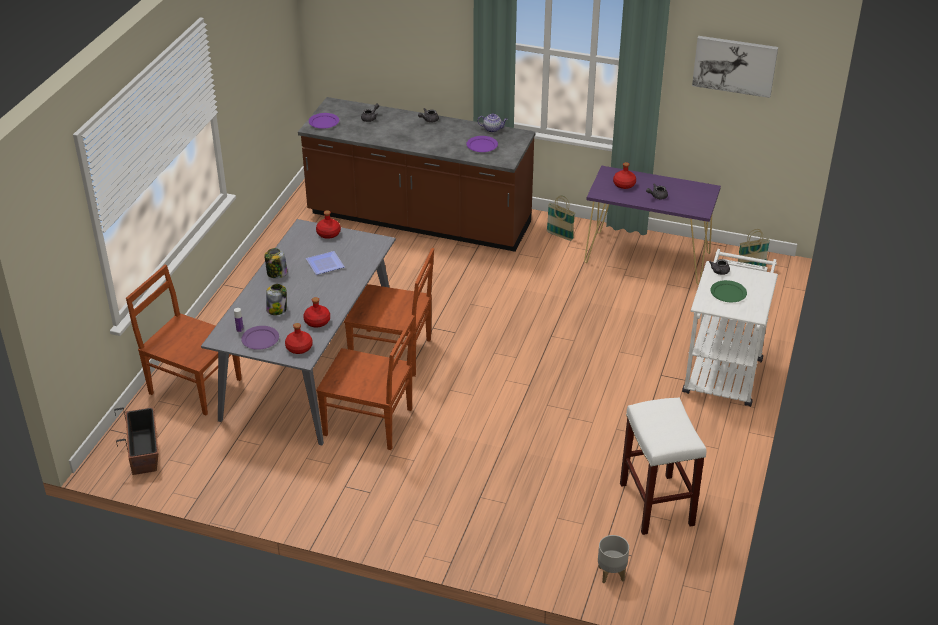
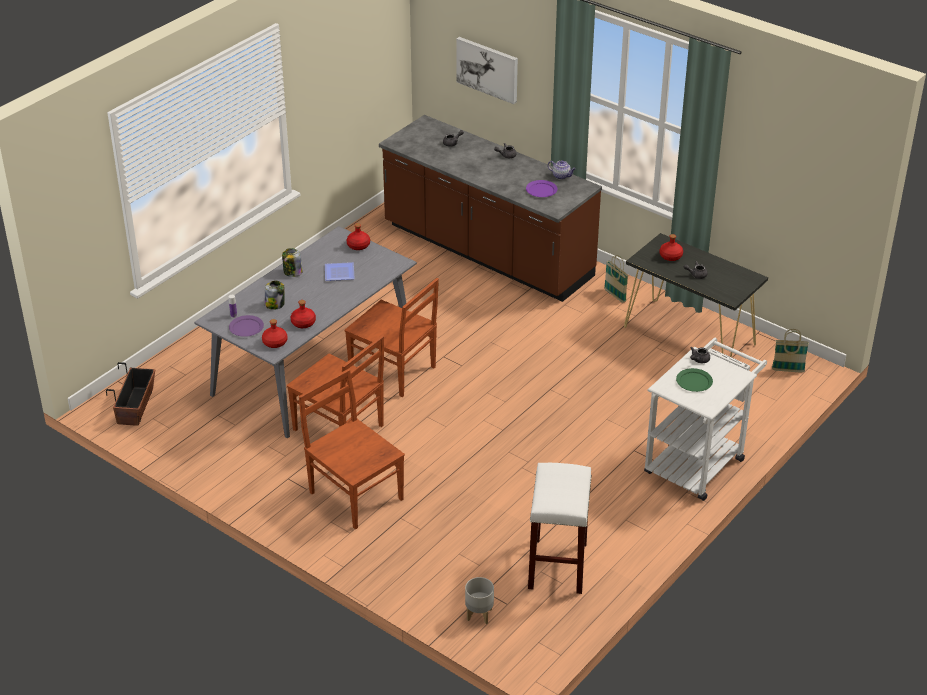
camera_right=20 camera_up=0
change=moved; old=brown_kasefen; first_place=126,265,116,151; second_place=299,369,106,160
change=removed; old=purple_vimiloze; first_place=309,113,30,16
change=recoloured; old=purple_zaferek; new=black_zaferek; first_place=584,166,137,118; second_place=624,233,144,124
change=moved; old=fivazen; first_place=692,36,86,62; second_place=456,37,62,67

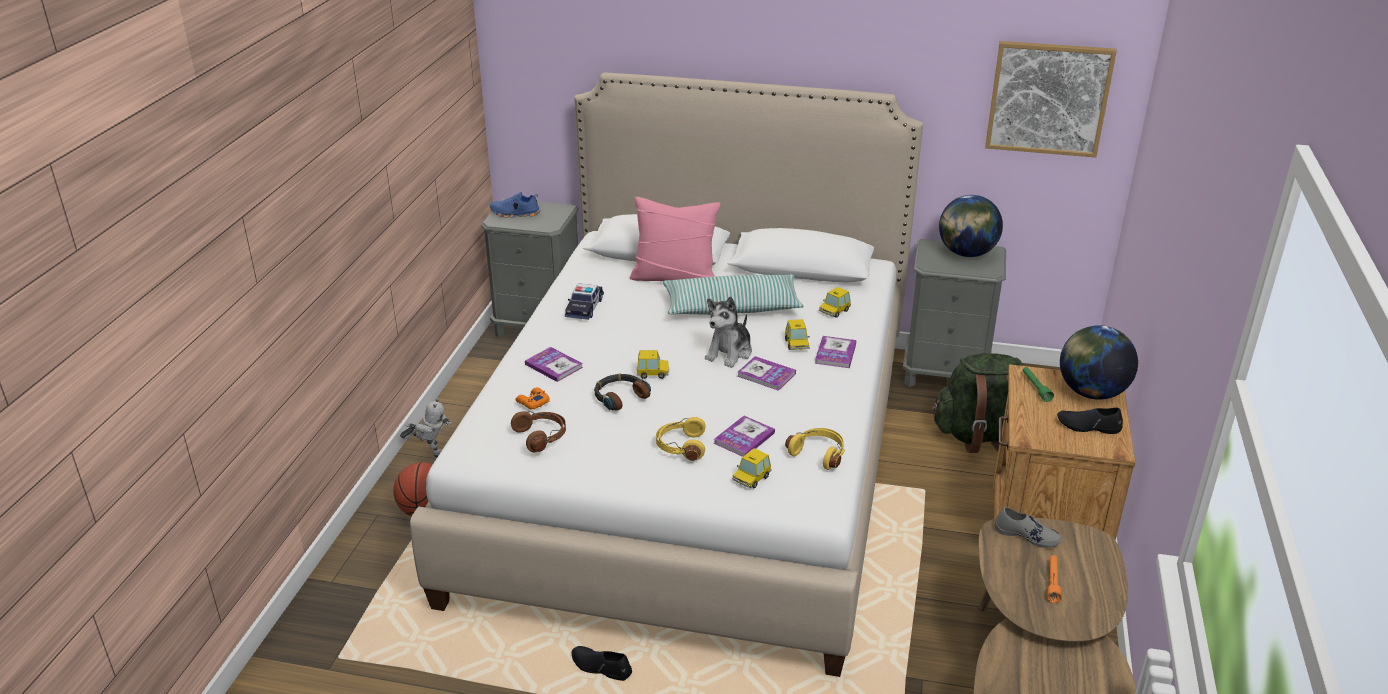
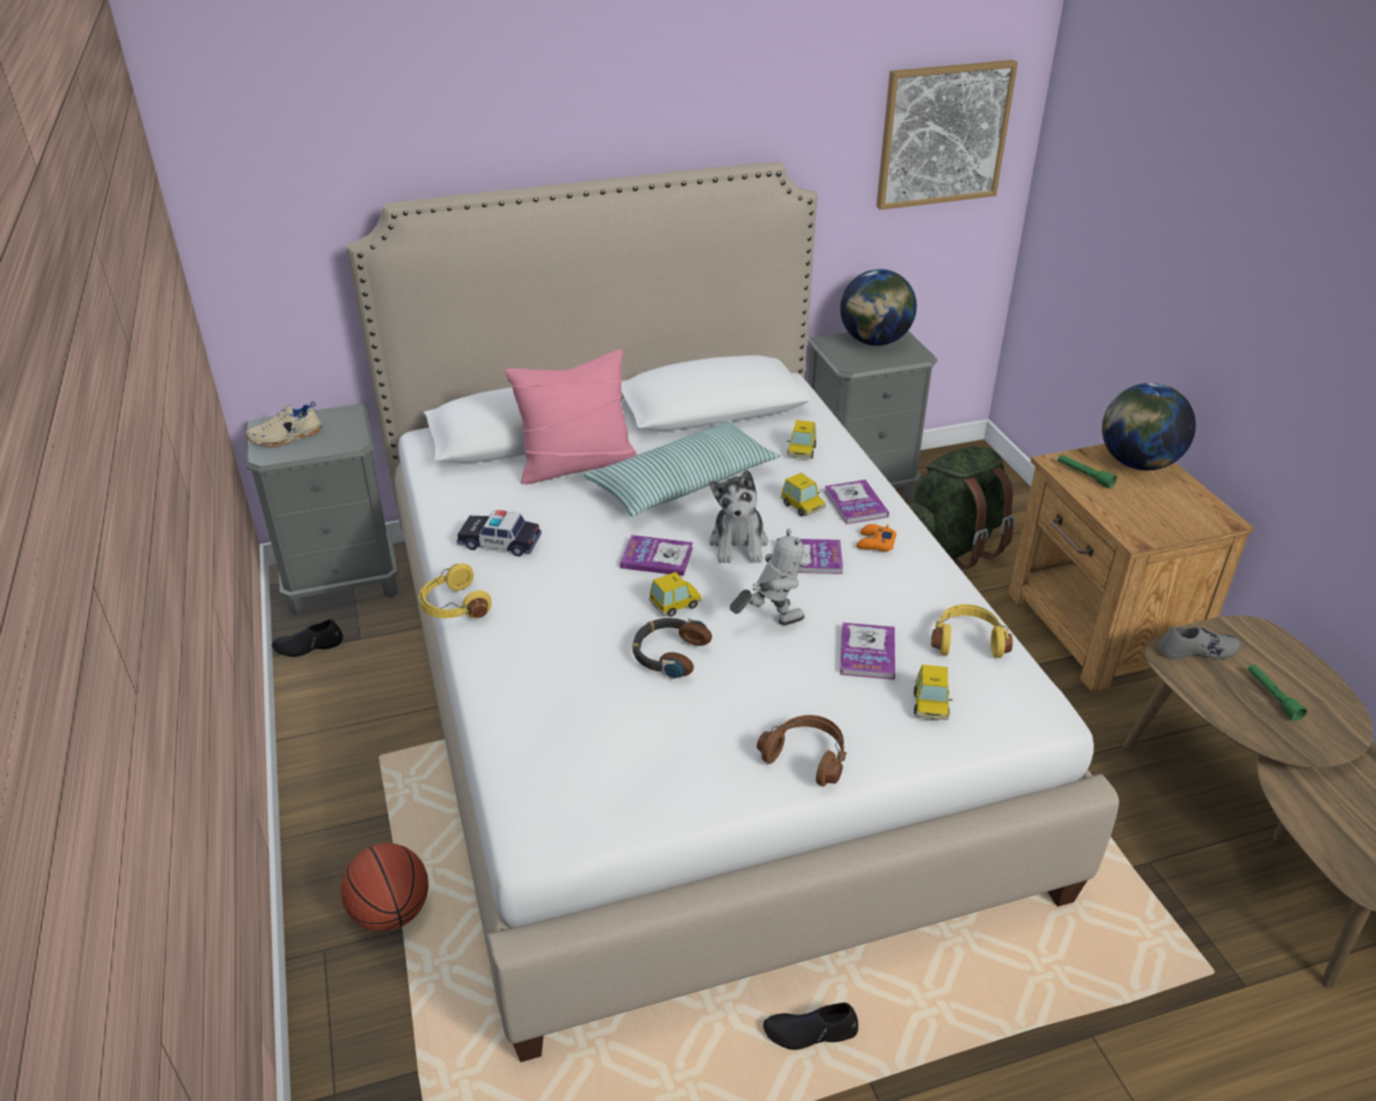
camera_right=-30 camera_up=5
change=moved; old=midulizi; first_place=400,398,52,59; second_place=730,529,77,96
change=recoloured; old=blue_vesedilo; new=beige_vesedilo; first_place=490,192,50,26; second_place=246,401,76,46
change=moved; old=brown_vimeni; first_place=511,411,55,41; second_place=757,715,90,71
change=moved; old=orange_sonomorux; first_place=516,387,34,22; second_place=856,524,41,27
change=moved; old=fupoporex; first_place=525,347,58,35; second_place=620,535,73,41
change=turned; old=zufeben; first_place=565,283,39,37; second_place=457,510,85,47; degrees=120
change=moved; old=yellow_vimeni; first_place=656,417,50,44; second_place=419,563,73,55
change=recoloured; old=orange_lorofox; new=green_lorofox; first_place=1047,555,15,48; second_place=1248,664,59,57
change=moved; old=black_vesedilo; first_place=1057,408,66,26; second_place=272,619,71,38

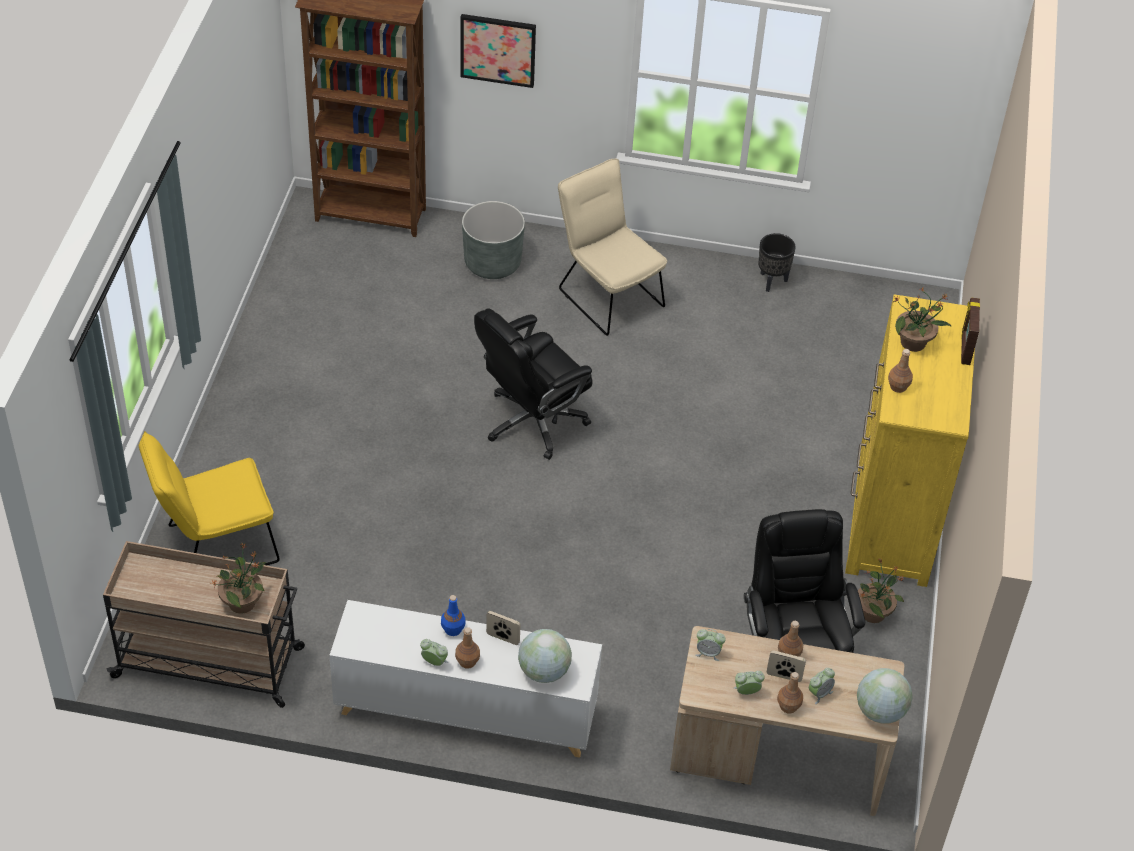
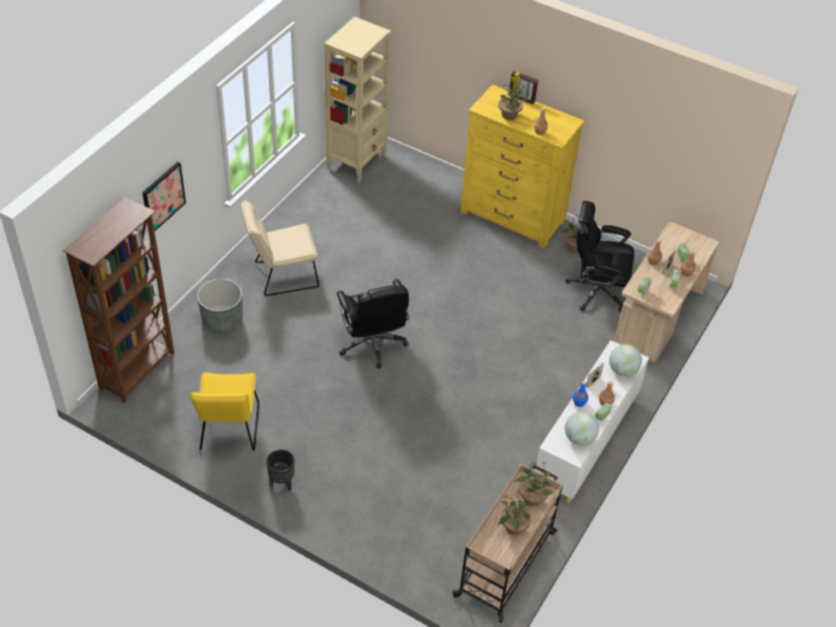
camera_right=-70 camera_up=0
change=moved; old=yellow_kasefen; first_place=138,431,142,134; second_place=189,372,70,79
change=moved; old=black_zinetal; first_place=758,233,37,59; second_place=266,449,29,42
change=moved; old=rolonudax; first_place=857,668,56,56; second_place=565,411,34,35
change=added; new=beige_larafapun; second_place=324,17,67,166
change=added; new=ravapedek; second_place=498,490,39,45

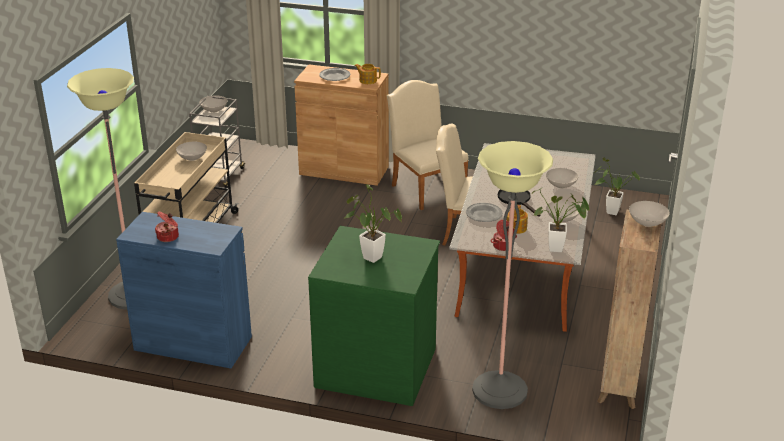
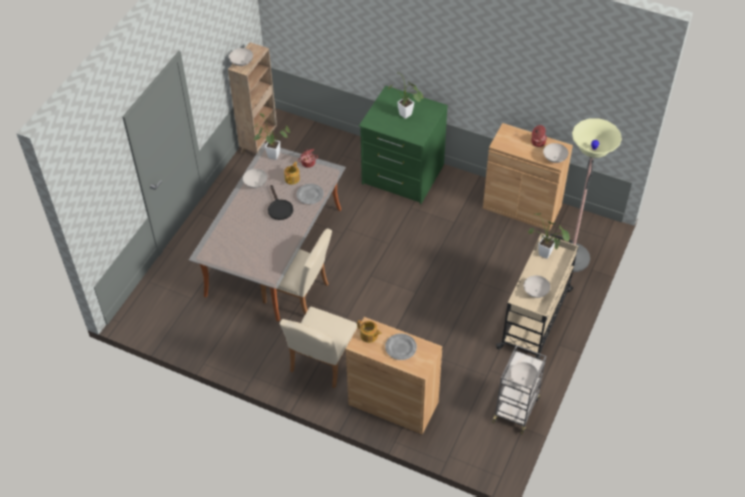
camera_right=-170 camera_up=20
change=recoloured; old=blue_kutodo; new=brown_kutodo; first_place=116,212,136,157; second_place=483,123,90,108
change=turned; old=beige_kasefen; first_place=387,80,82,130; second_place=280,307,78,81; degrees=45
change=removed; old=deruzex; first_place=472,141,81,268
change=moved; old=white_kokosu; first_place=546,168,32,20; second_place=543,143,26,20
change=moved; old=ravapedek; first_place=594,157,46,58; second_place=528,213,42,46

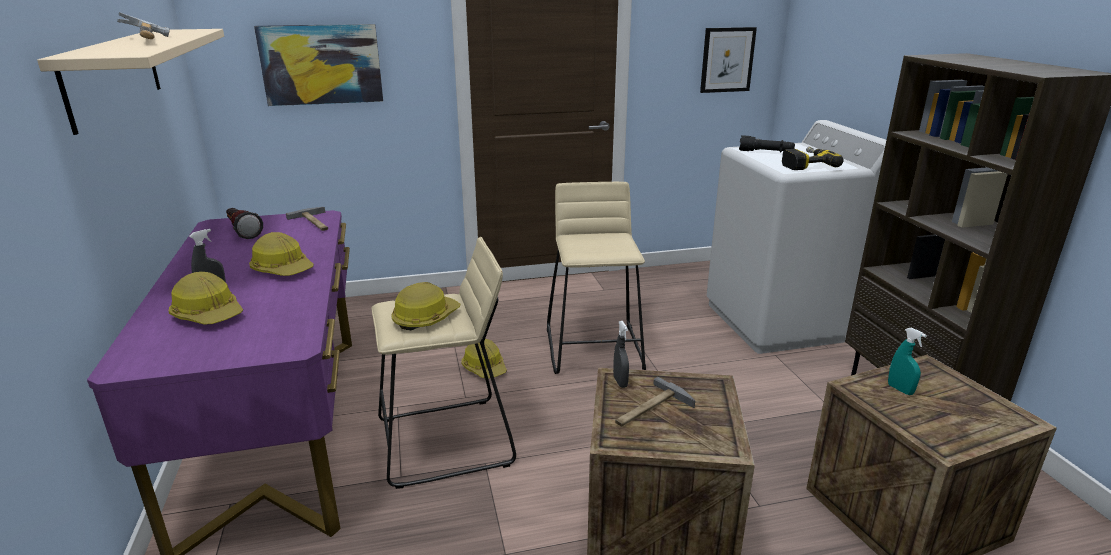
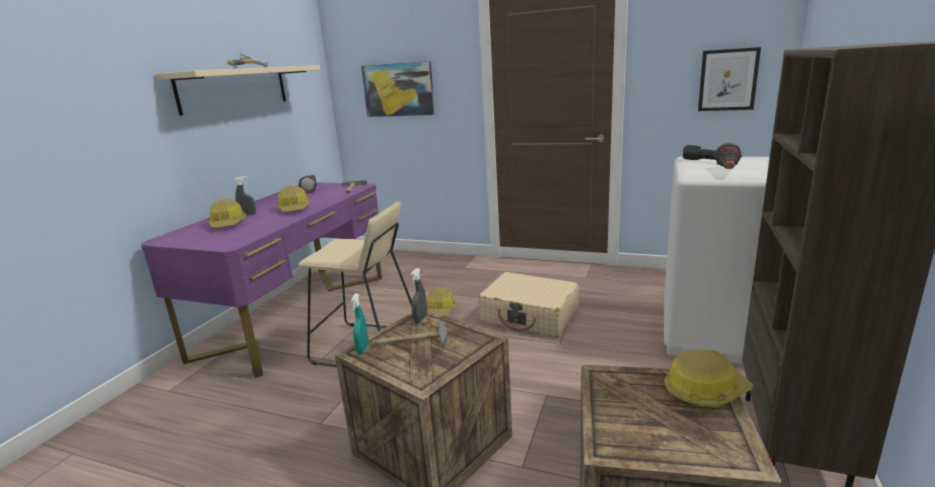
camera_right=35 camera_up=-5
change=moved; old=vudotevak; first_place=391,282,69,48; second_place=664,349,89,58
change=replaced; old=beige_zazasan; new=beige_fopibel; first_place=547,182,99,192; second_place=478,272,101,66
change=replaced; old=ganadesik; new=lorofox; first_place=782,147,62,23; second_place=714,143,28,26
change=moved; old=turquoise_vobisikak; first_place=888,328,39,67; second_place=351,293,18,61

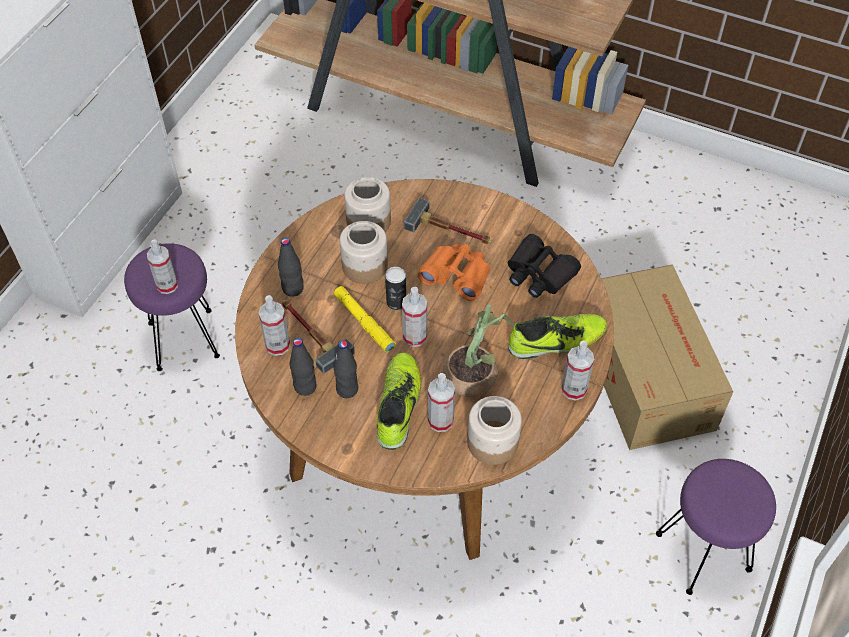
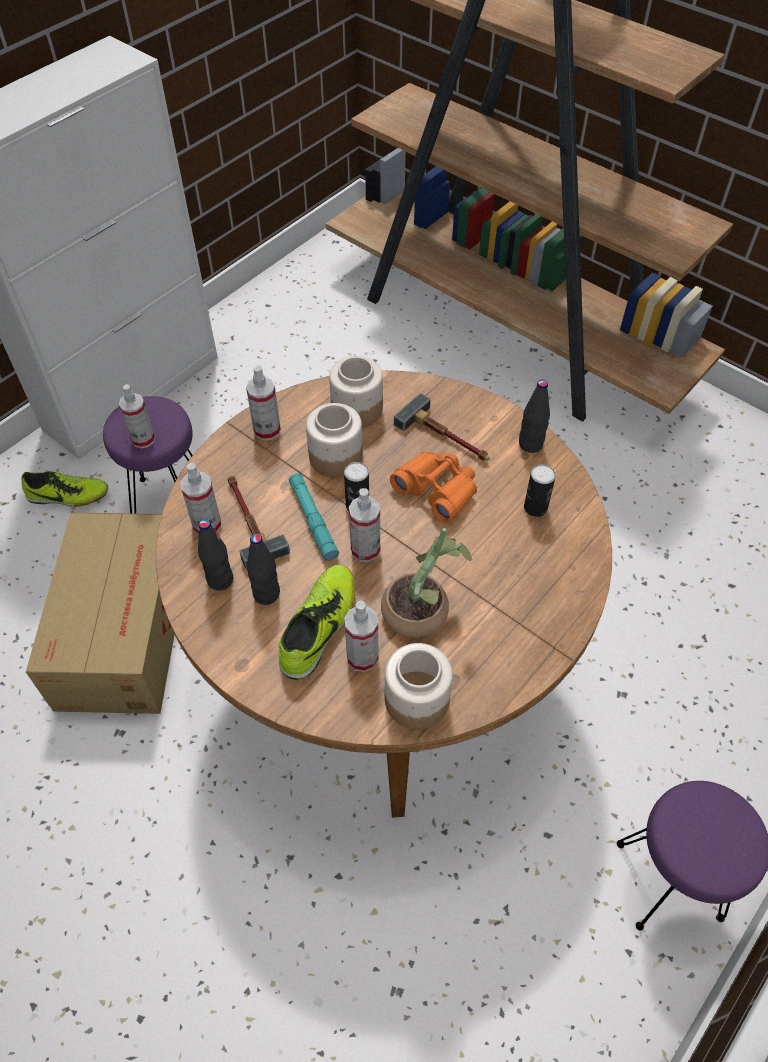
camera_right=15 camera_up=0
change=moved; old=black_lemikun; first_place=278,238,26,59; second_place=519,379,31,74
change=recoloured; old=yellow_lorofox; new=turquoise_lorofox; first_place=334,286,62,66; second_place=289,473,50,88
change=replaced; old=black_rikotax; new=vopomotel; first_place=508,234,73,64; second_place=524,464,32,53
change=moved; old=vesedilo; first_place=508,314,99,45; second_place=21,471,87,36
change=moved; old=vobisikak; first_place=562,341,32,60; second_place=246,365,35,76
change=moved; old=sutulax; first_place=601,264,132,186; second_place=26,512,149,202

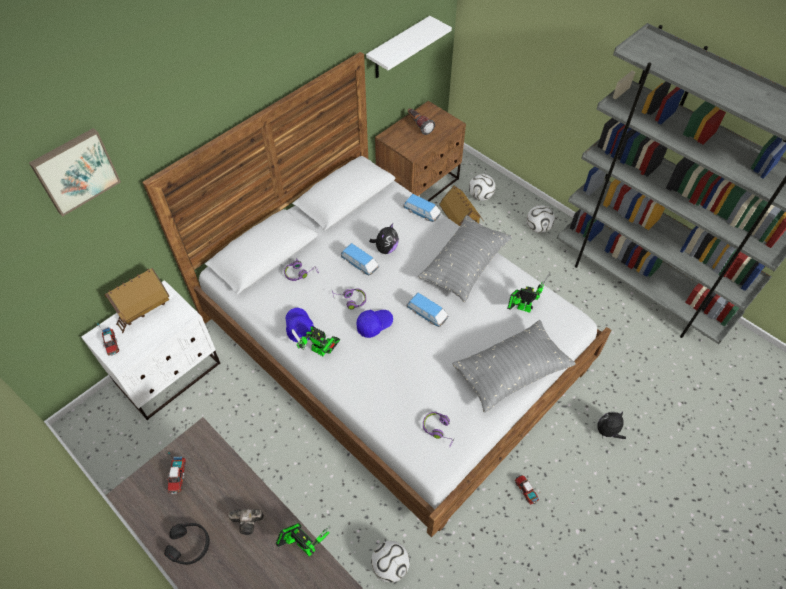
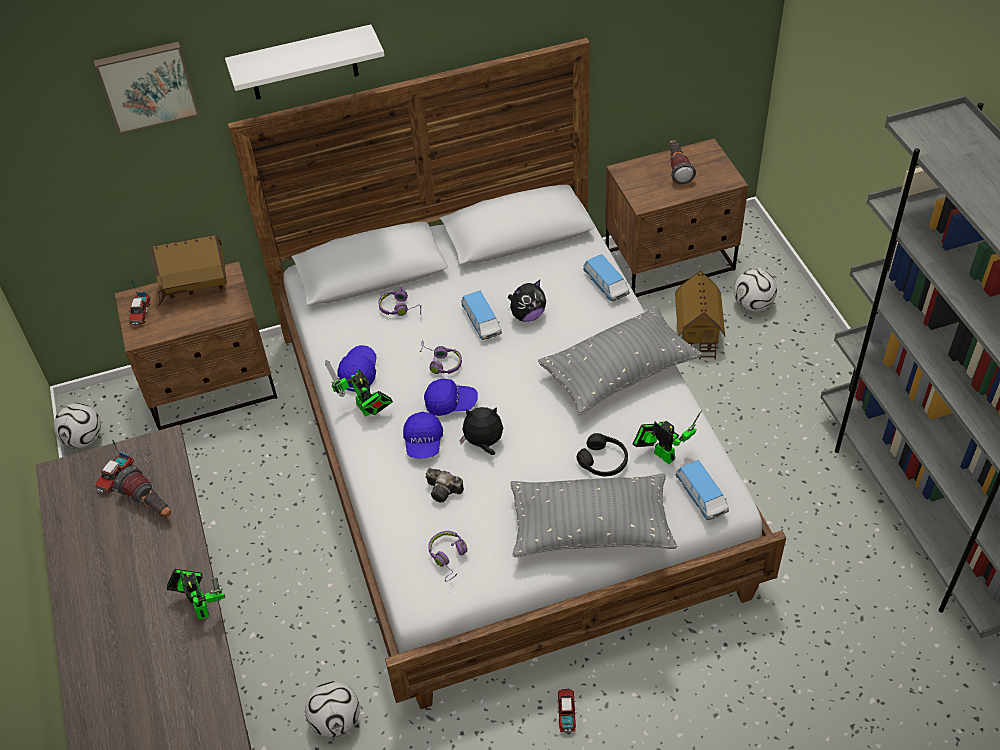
camera_right=30 camera_up=-5
change=recoloured; old=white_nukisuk; new=brown_nukisuk; first_place=81,280,139,140; second_place=115,261,162,169
change=moved; old=black_vimeni; first_place=164,523,46,42; second_place=576,433,52,43
change=moved; old=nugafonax; first_place=228,509,35,26; second_place=425,468,39,35
change=moved; old=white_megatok; first_place=366,16,86,62; second_place=225,24,160,76
change=moved; old=zufeben; first_place=406,293,42,34; second_place=676,460,53,60
change=moved; old=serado; first_place=527,205,28,28; second_place=53,403,48,45
change=moved; old=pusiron; first_place=597,412,29,28; second_place=459,407,44,48
change=added; new=lorofox; second_place=114,466,57,51
change=added; new=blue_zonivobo; second_place=403,412,40,46

